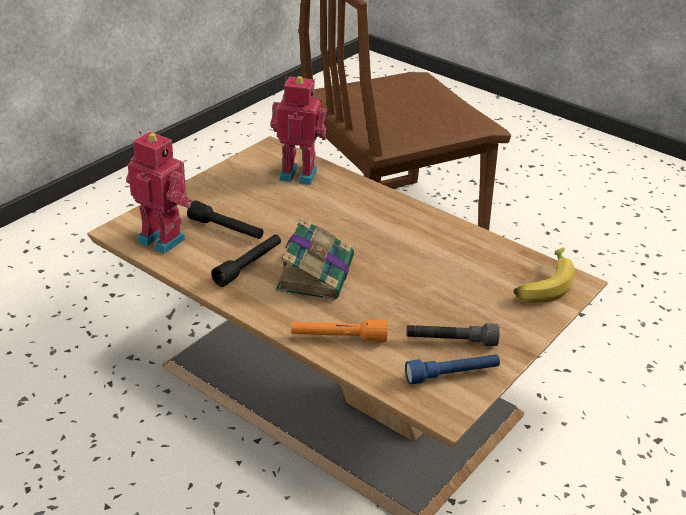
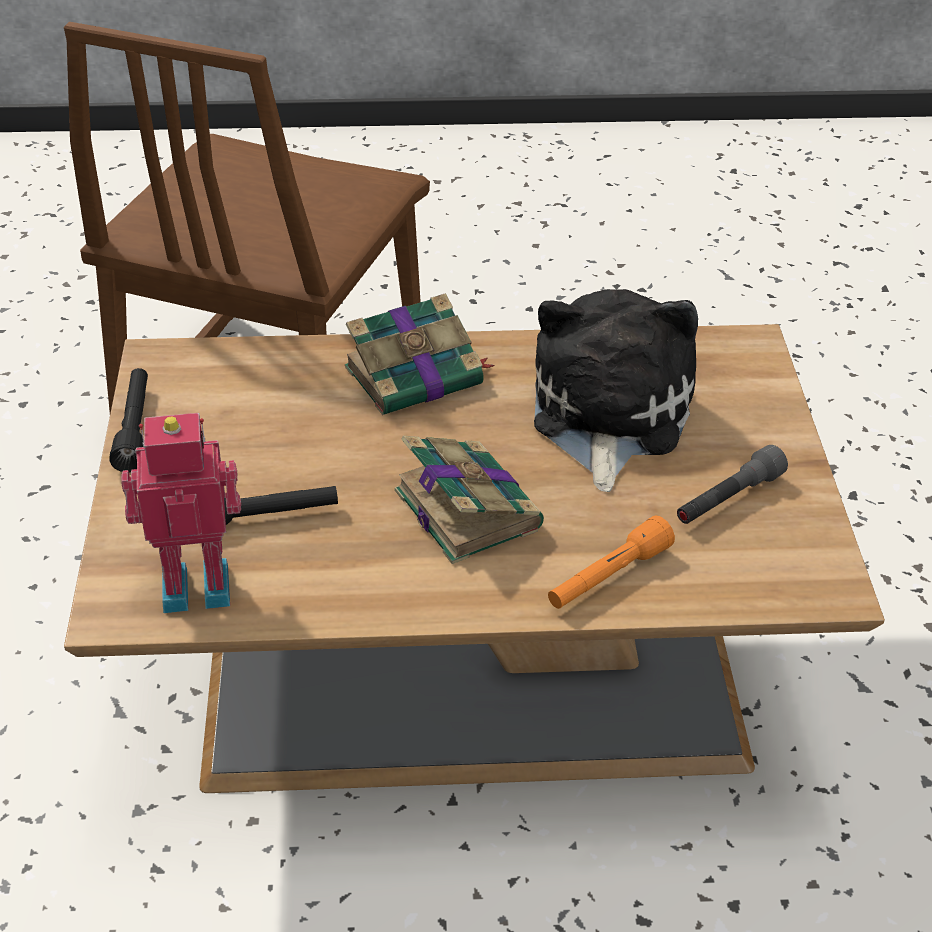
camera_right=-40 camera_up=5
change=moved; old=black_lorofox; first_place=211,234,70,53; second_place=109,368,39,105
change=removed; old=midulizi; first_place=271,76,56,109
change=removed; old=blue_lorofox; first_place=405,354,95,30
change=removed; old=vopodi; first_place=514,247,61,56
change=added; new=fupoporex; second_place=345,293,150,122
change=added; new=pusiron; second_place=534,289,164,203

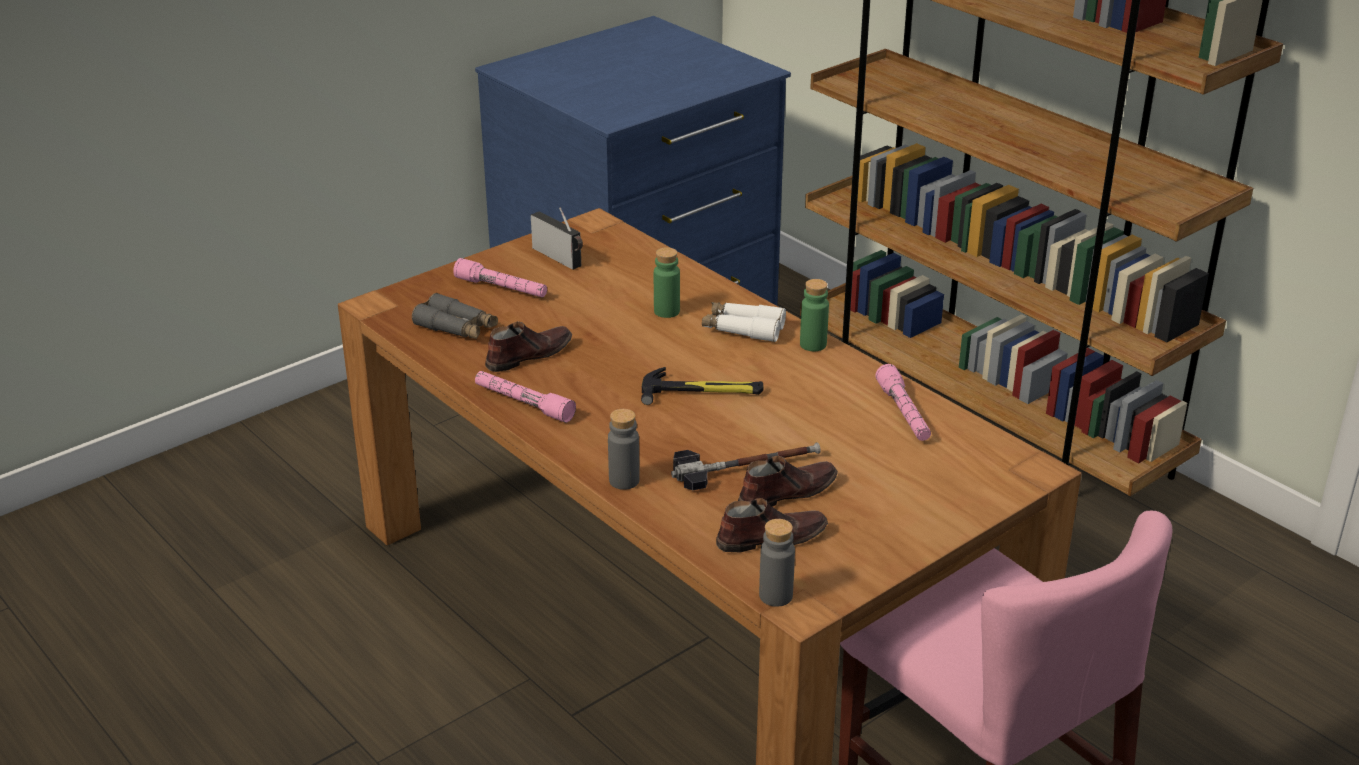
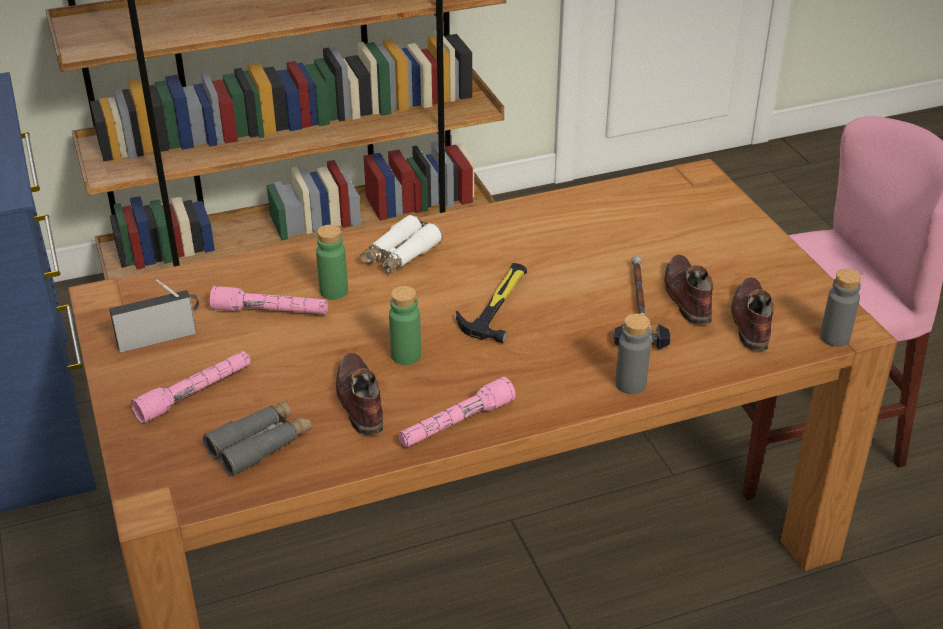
camera_right=-70 camera_up=5
change=moved; old=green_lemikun; first_place=800,279,29,72; second_place=389,286,32,79
change=moved; old=pink_lorofox; first_place=875,364,56,77; second_place=210,286,118,28

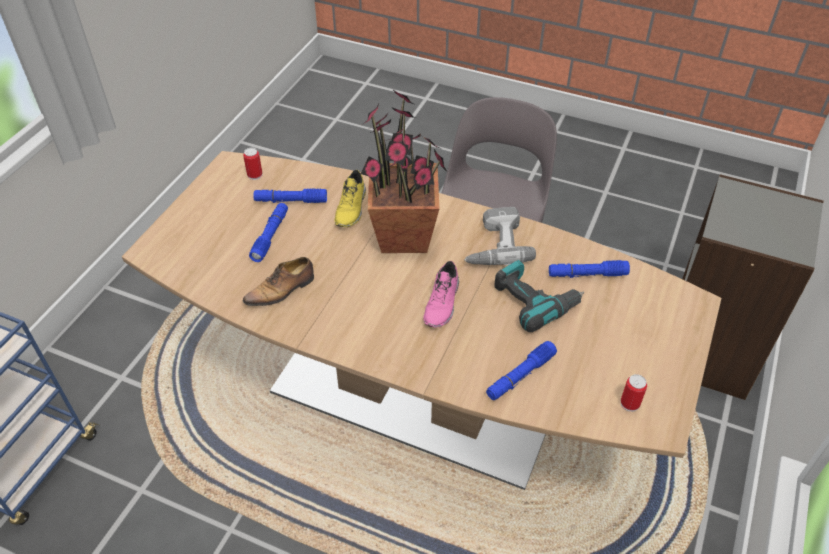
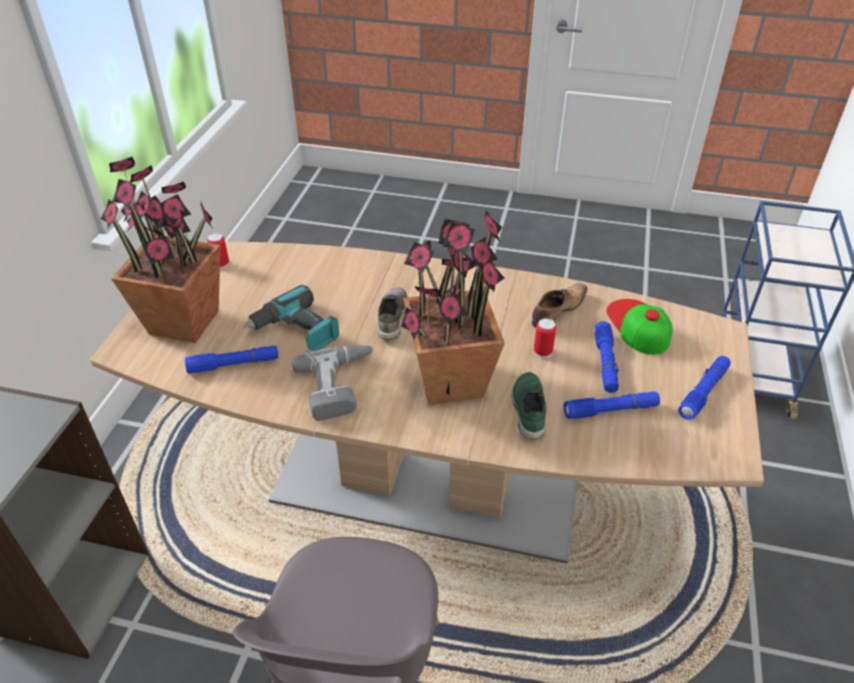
camera_right=170 camera_up=-5
change=moved; old=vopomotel; first_place=243,148,19,32; second_place=534,318,22,40
change=recoloured; old=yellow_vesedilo; new=green_vesedilo; first_place=335,170,31,57; second_place=511,372,35,68
change=recoloured; old=pink_vesedilo; new=grey_vesedilo; first_place=423,261,36,67; second_place=377,287,31,53
change=moved; old=blue_lorofox; first_place=486,341,71,59; second_place=678,356,53,64
change=added; new=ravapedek; second_place=100,157,121,186
change=added; new=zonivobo; second_place=607,299,66,56

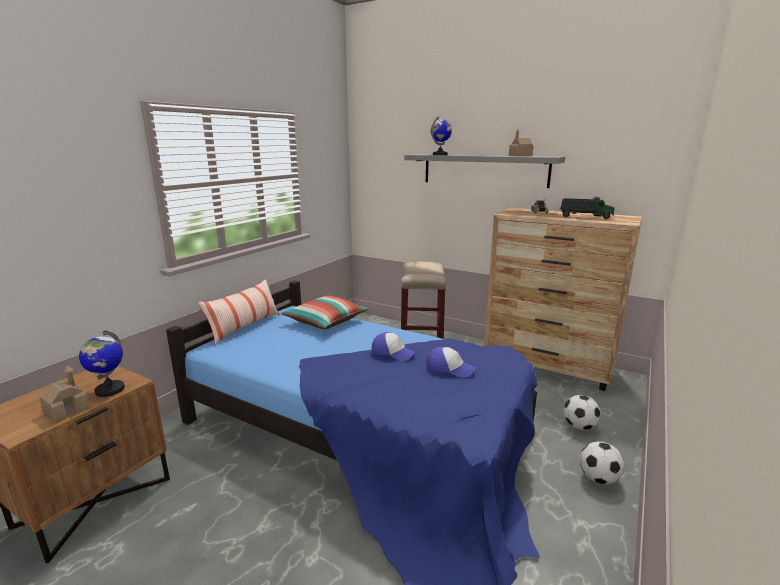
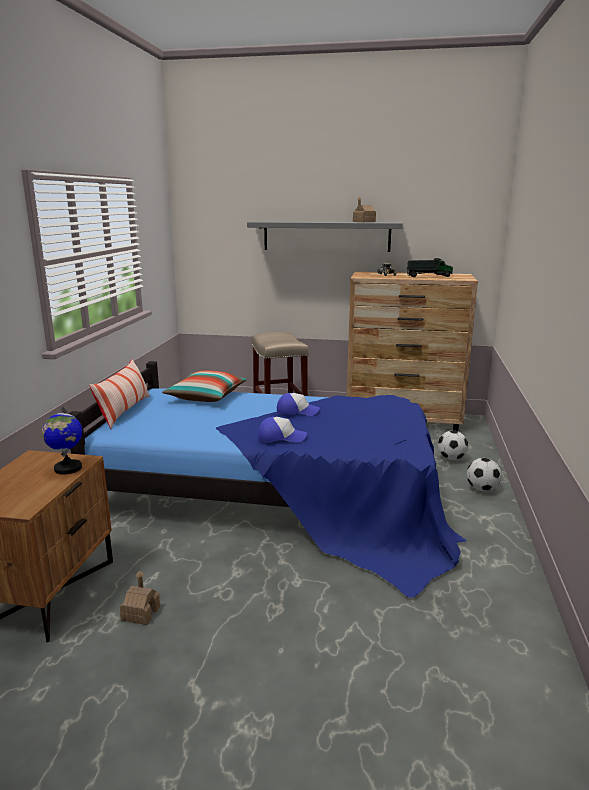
camera_right=-20 camera_up=0
change=moved; old=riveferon; first_place=39,366,50,57; second_place=120,570,40,55
change=moved; old=zonivobo; first_place=426,347,49,31; second_place=258,417,49,26
change=removed; old=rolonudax; first_place=431,116,21,39

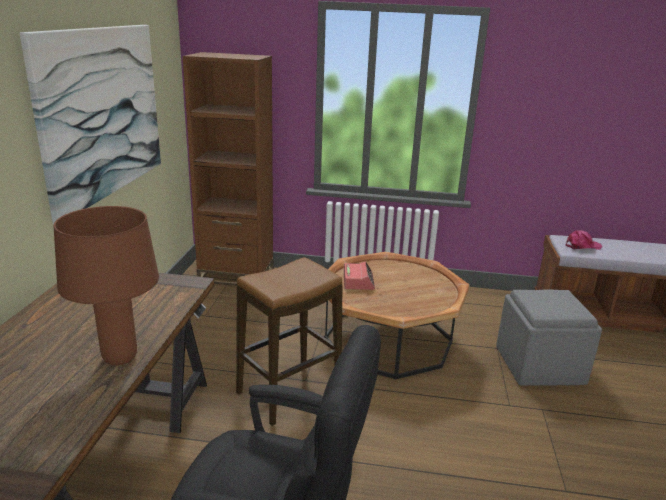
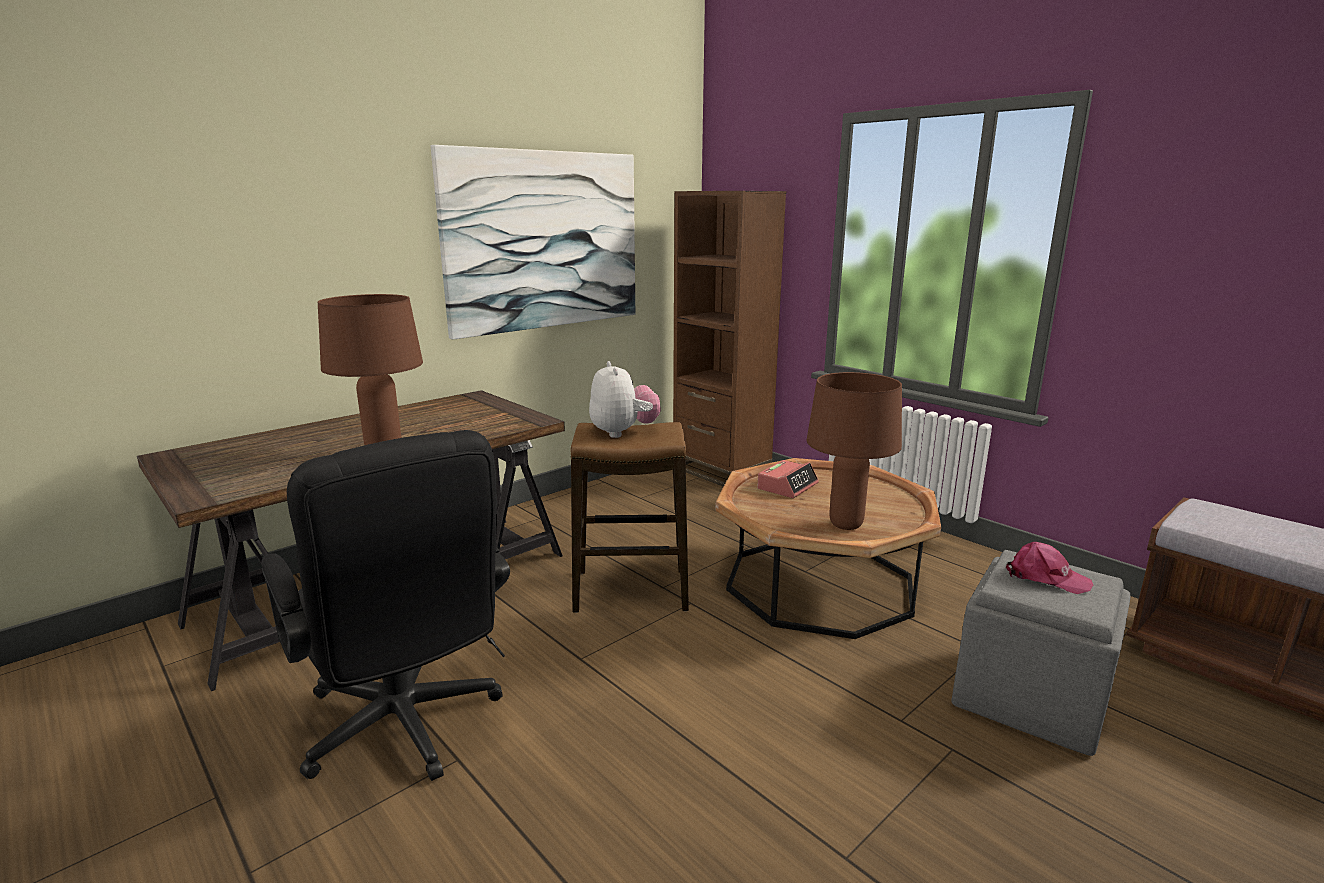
camera_right=40 camera_up=-5
change=moved; old=pink_zonivobo; first_place=565,230,37,20; second_place=1006,542,87,52
change=added; new=pusiron; second_place=589,361,72,77
change=added; new=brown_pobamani; second_place=806,372,96,158

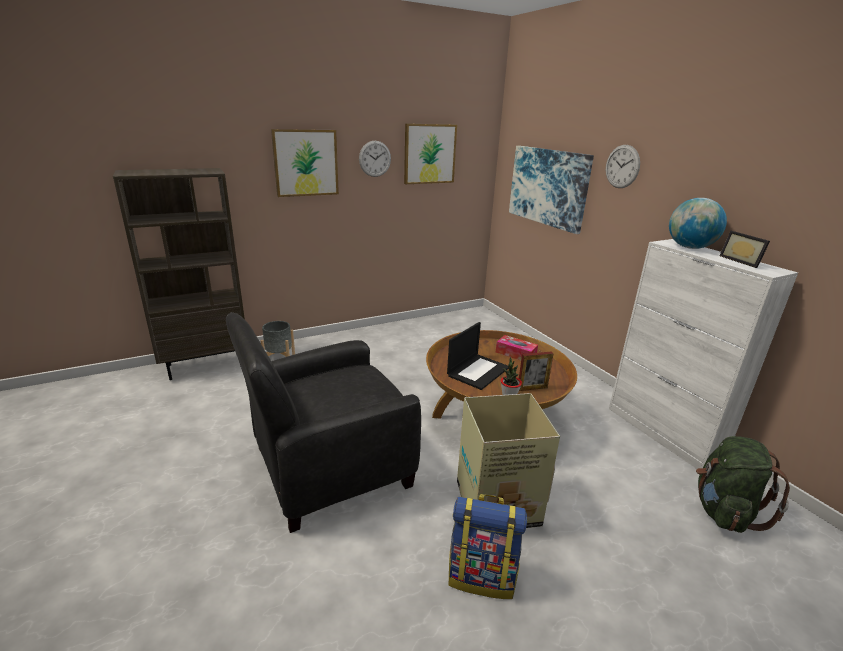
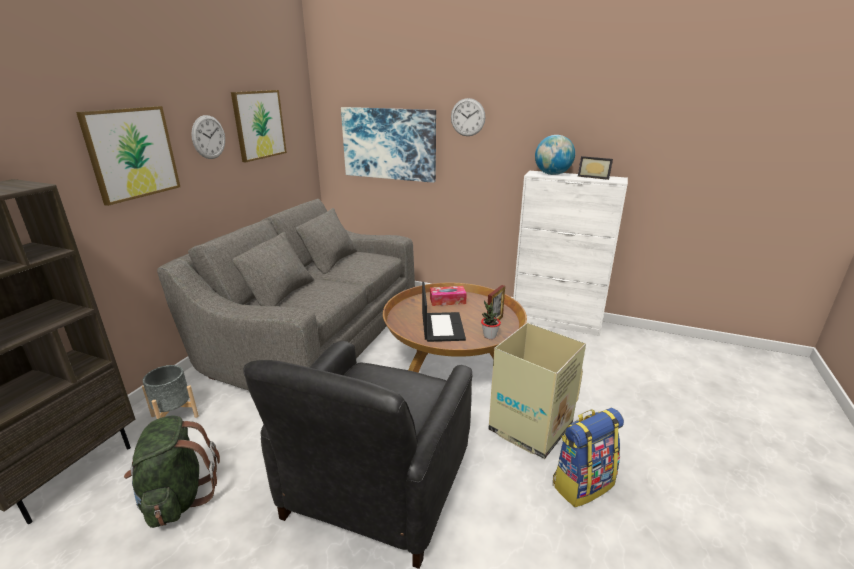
camera_right=-40 camera_up=0
change=moved; old=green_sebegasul; first_place=696,436,94,97; second_place=124,415,96,113
change=added; new=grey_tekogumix; second_place=157,199,258,191

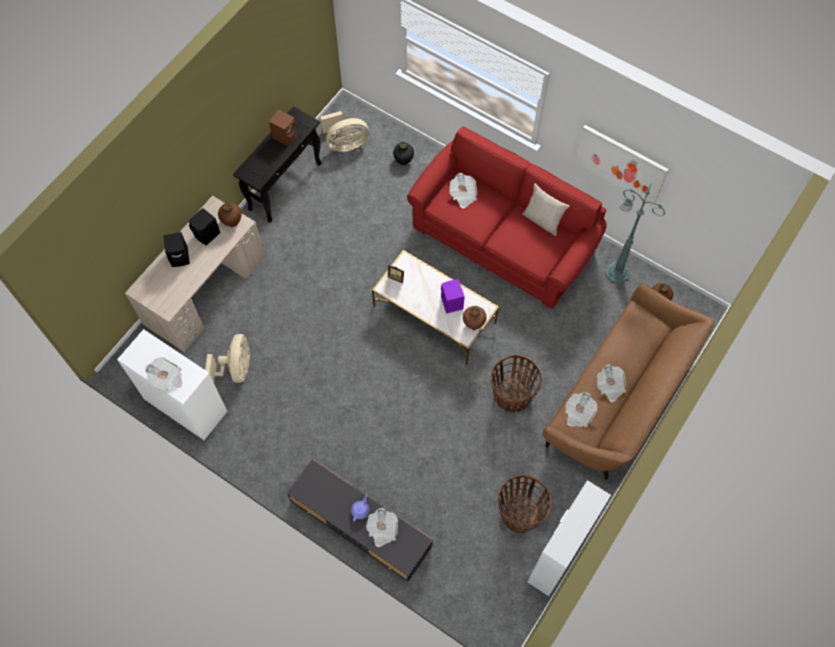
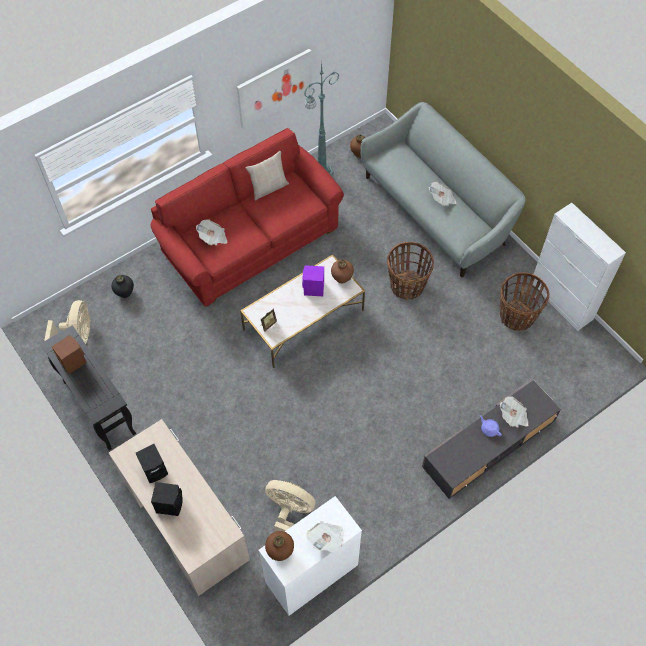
camera_right=-70 camera_up=-5
change=moved; old=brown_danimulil; first_place=218,202,24,25; second_place=265,531,29,30
change=recoloured; old=brown_tekogumix; new=grey_tekogumix; first_place=542,283,172,197; second_place=360,102,165,175
change=removed; old=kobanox; first_place=565,392,33,35

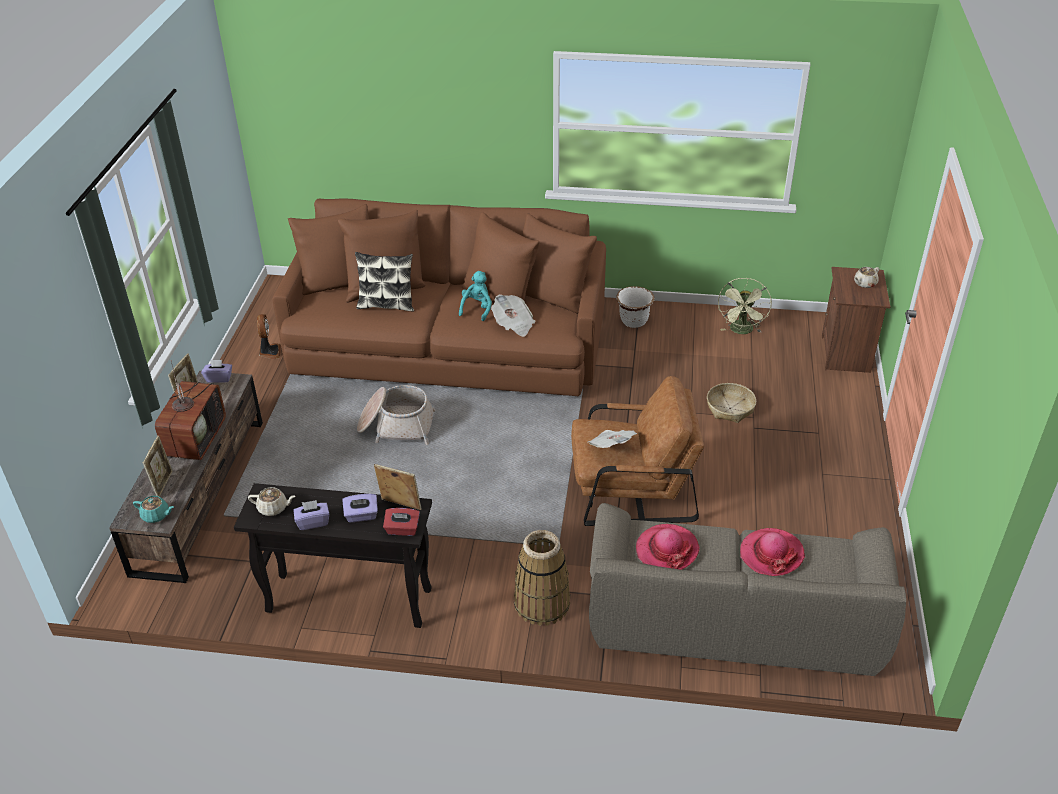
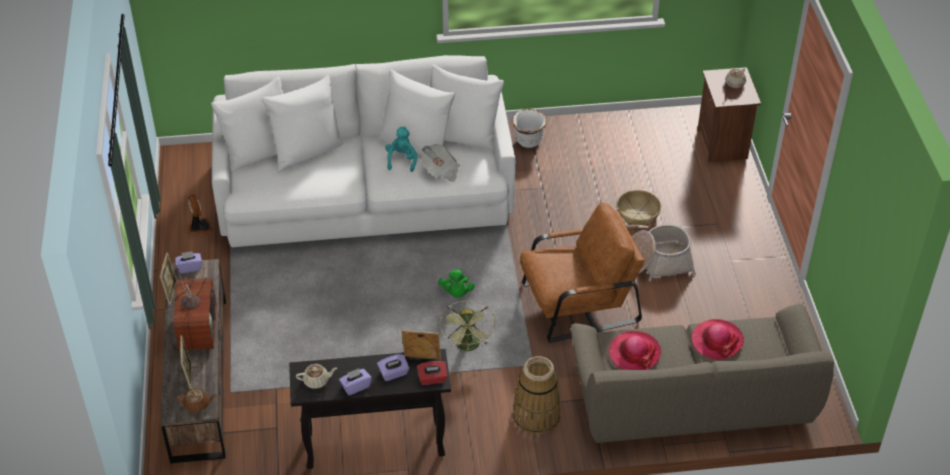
camera_right=-15 camera_up=5
change=recoloured; old=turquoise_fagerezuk; new=brown_fagerezuk; first_place=133,496,41,27; second_place=176,388,40,25
change=recoloured; old=brown_tekogumix; new=white_tekogumix; first_place=272,198,334,198; second_place=211,55,304,192
change=removed; old=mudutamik; first_place=355,252,59,60
change=moved; old=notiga; first_place=357,385,79,60; second_place=632,225,64,57
change=removed; old=kobanox; first_place=588,430,49,18
change=moved; old=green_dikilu; first_place=718,278,54,56; second_place=439,300,56,51
change=added; new=green_pusiron; second_place=438,269,37,29

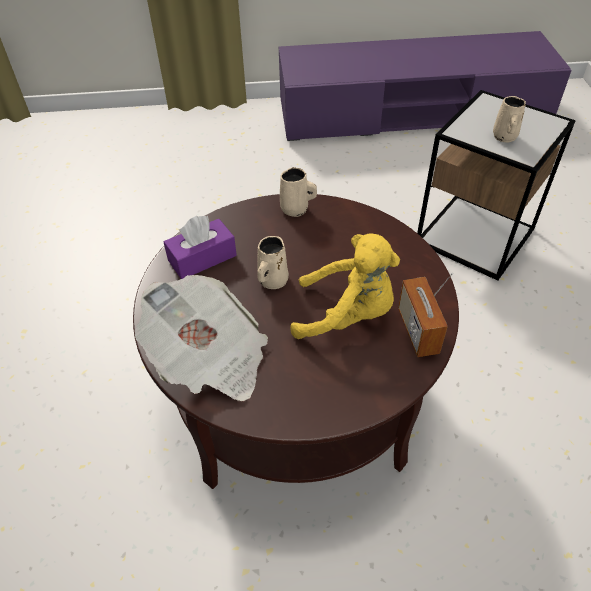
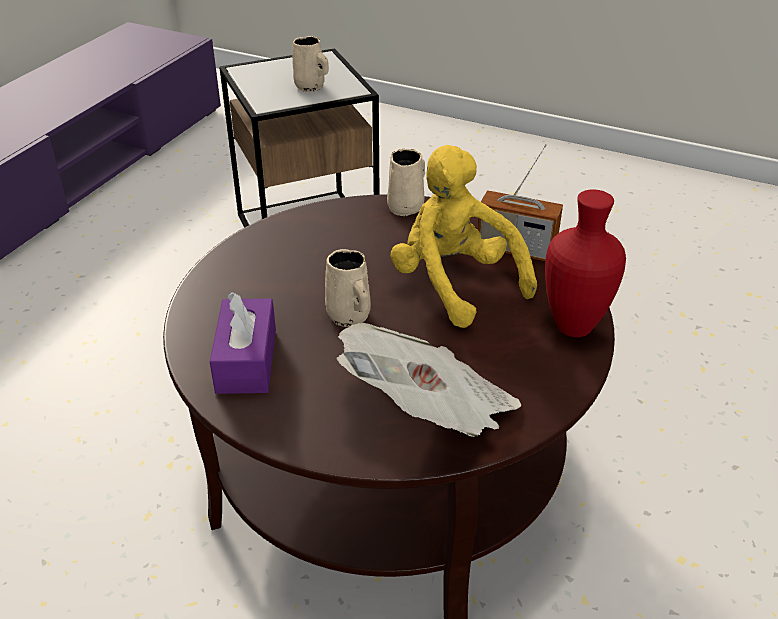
camera_right=-60 camera_up=-10
change=moved; old=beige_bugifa; first_place=280,167,37,50; second_place=387,149,38,67
change=turned; old=yellow_pusiron; first_place=290,233,110,106; second_place=390,145,147,183; degrees=-75
change=added; new=red_danimulil; second_place=545,189,81,148

